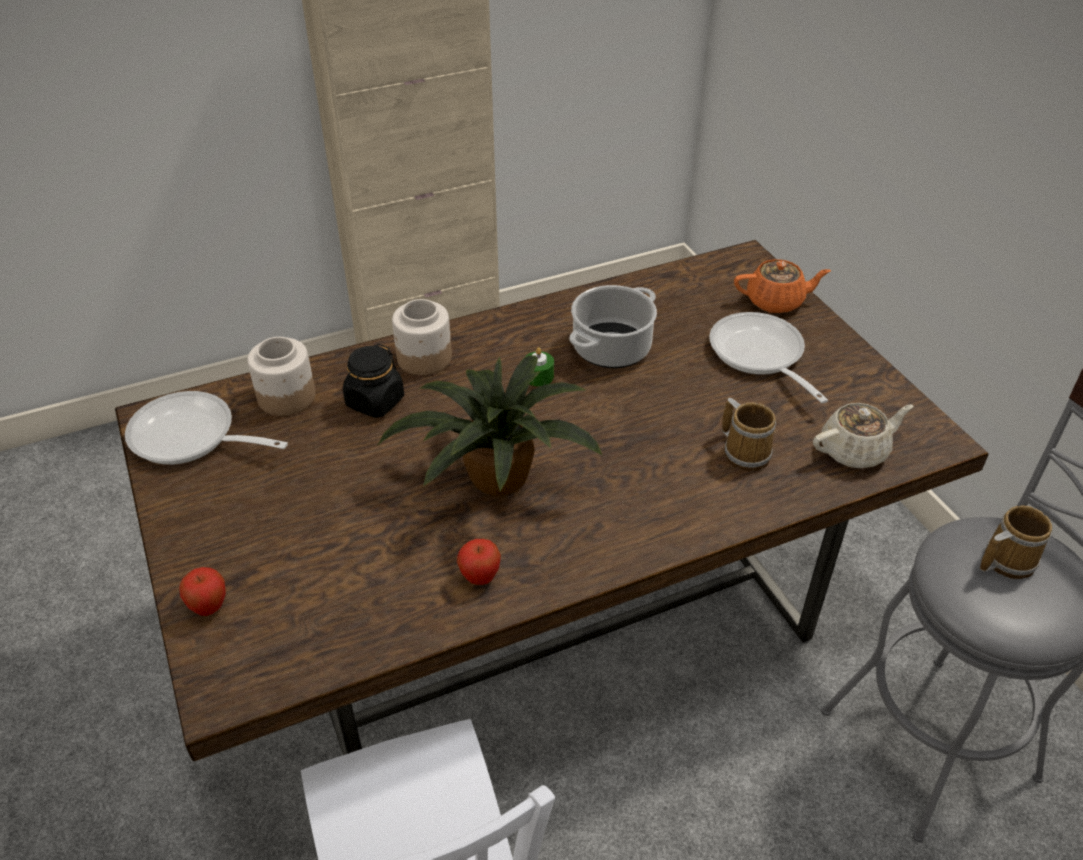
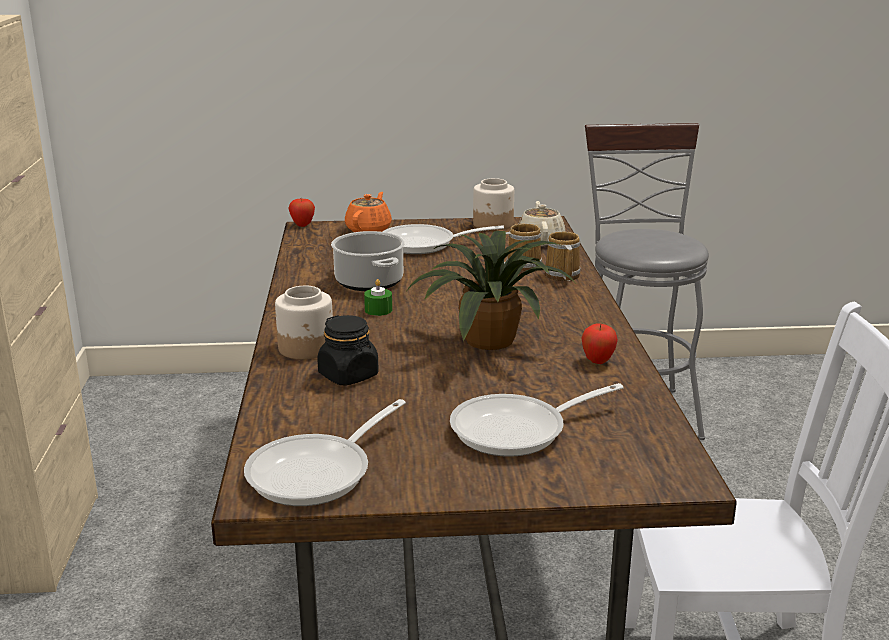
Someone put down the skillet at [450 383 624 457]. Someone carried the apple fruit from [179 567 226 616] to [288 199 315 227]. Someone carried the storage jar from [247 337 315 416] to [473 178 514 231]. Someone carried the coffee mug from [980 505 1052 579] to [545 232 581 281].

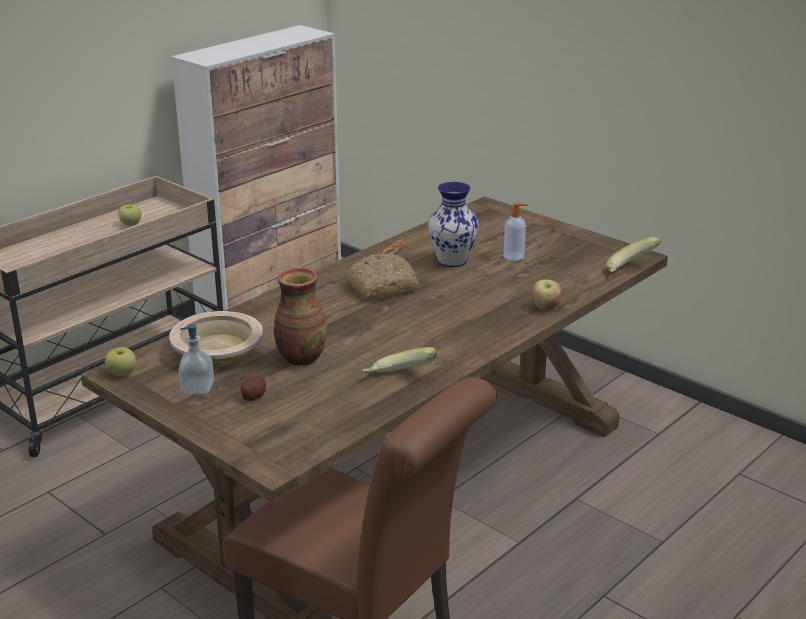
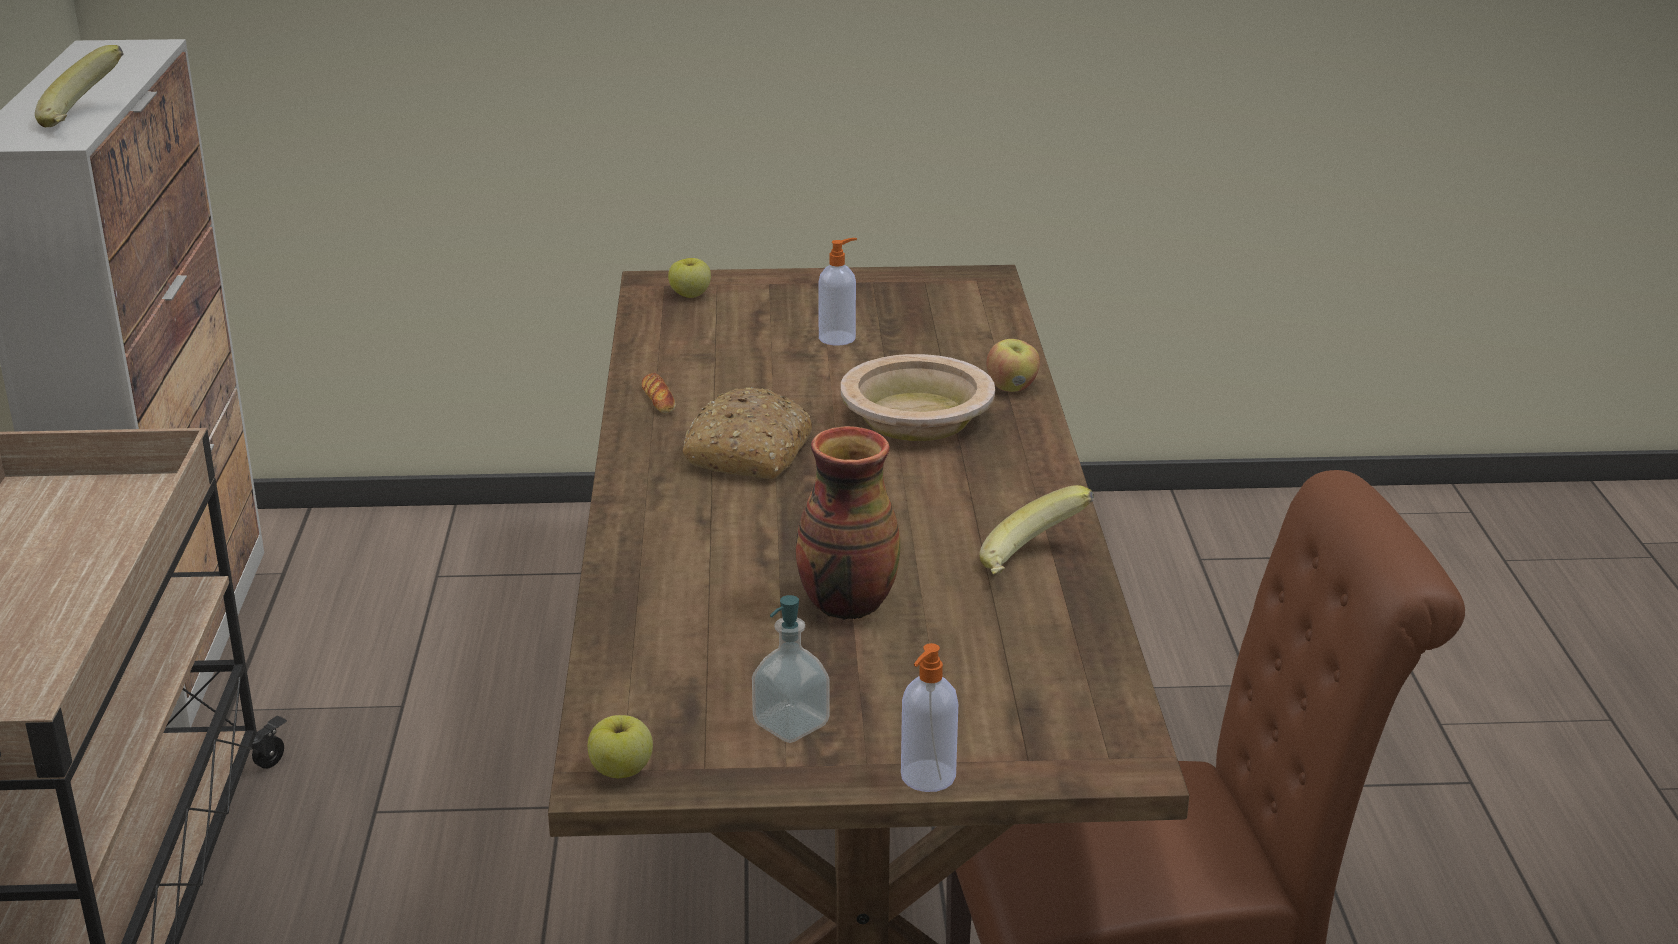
Someone took away the spud at [241 377 266 401]. Someone took away the decorative vase at [428 182 479 267]. Someone put down the soap dispenser at [901 643 958 792]. Someone carried the apple fruit from [118 205 141 226] to [668 258 711 298]. Someone carried the beige serving bowl from [169 311 263 367] to [841 354 995 441]. Someone carried the banana from [606 237 661 272] to [35 45 124 127].

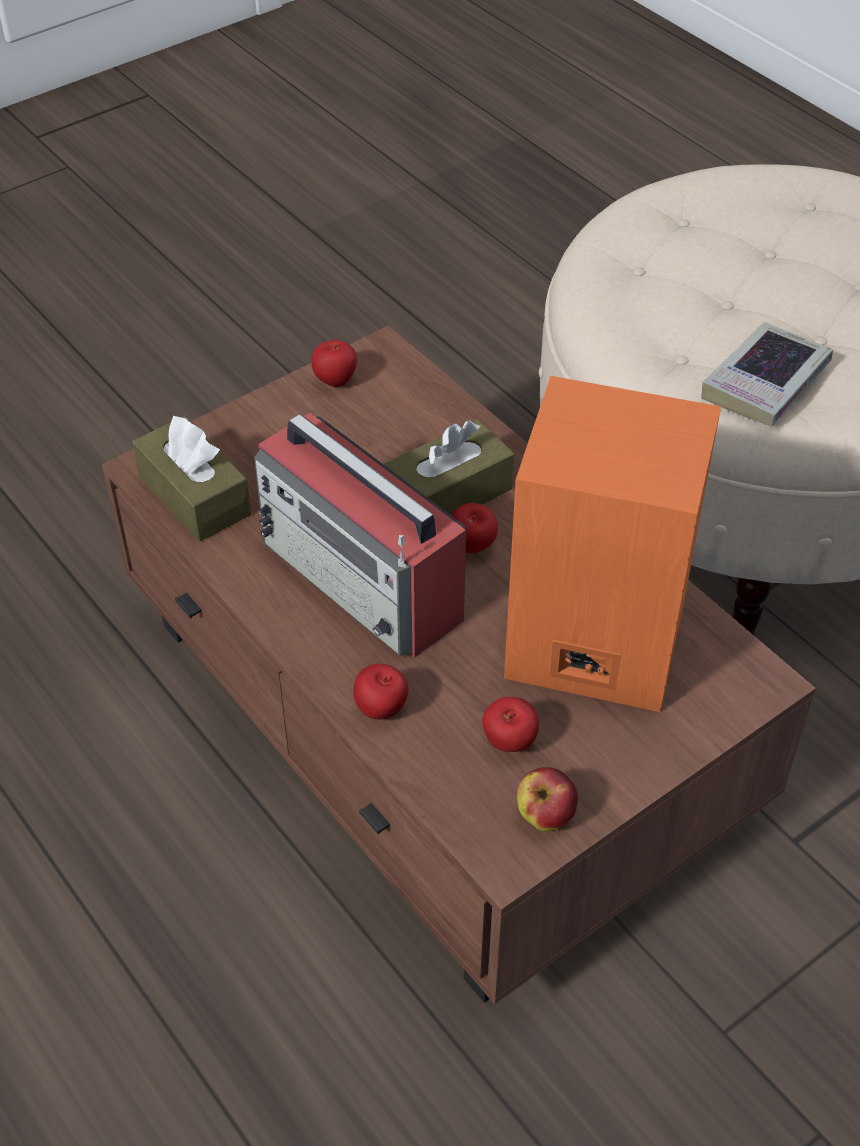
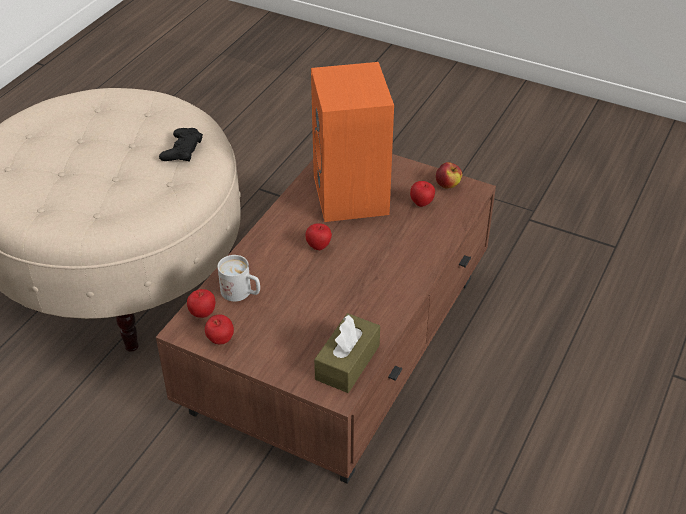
Someone took away the radio at [254 413 466 657]. Someone took away the brown box of tissues at [384 419 514 515]. Someone put down the whitish coffee mug at [218 255 260 302]. Someone carried the apple fruit from [354 664 408 720] to [187 289 215 318]. Someone swapped the volume at [701 322 833 427] for the black-coloured joypad at [159 128 203 162].

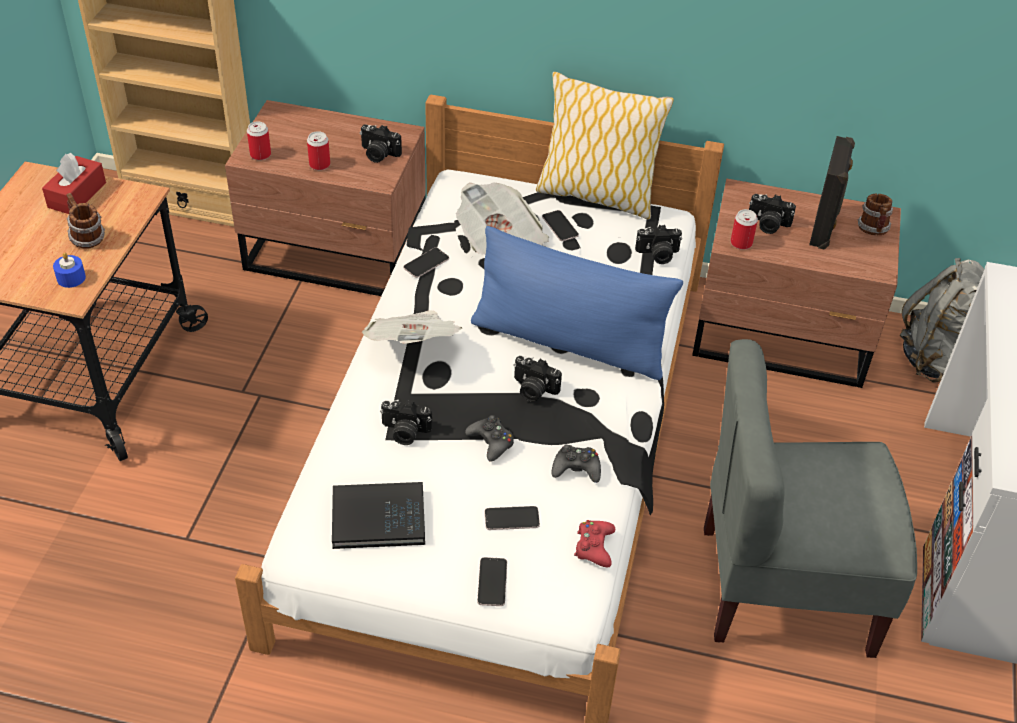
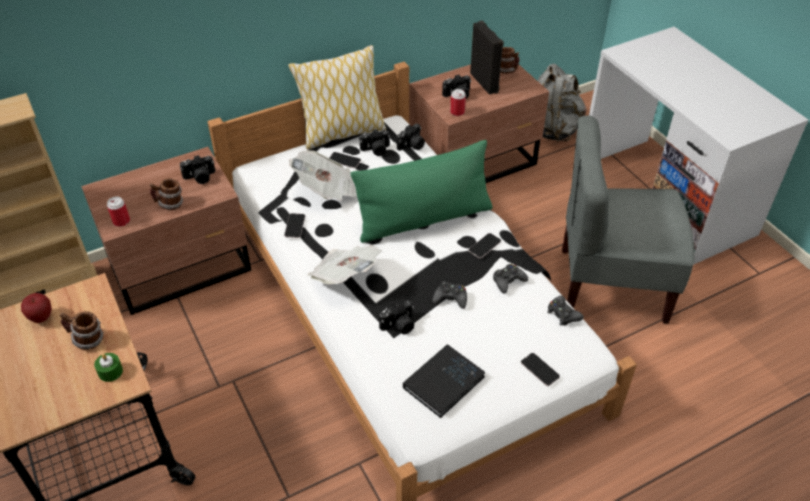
Someone carried the phone from [484 506 540 530] to [468 233 501 258]. Someone carried the photo camera from [513 356 562 402] to [359 129 390 156]. Someone swapped the reddish box of tissues at [42 153 106 214] for the apple fruit at [21 293 52 323]. Someone swapped the can at [307 131 330 170] for the coffee mug at [149 178 183 210]. Someone repainted the blue candle at [53 253 86 288], which became the green candle at [94 353 123 382]. Someone repainted the blue throw pillow at [471 226 683 380], which became the green throw pillow at [350 140 493 243]. Someone repainted the reddish joypad at [574 520 615 567], which became the black-coloured joypad at [547 296 584 326]. Someone rotated the grey upright chair at [704 339 917 658] by 45 degrees clockwise.

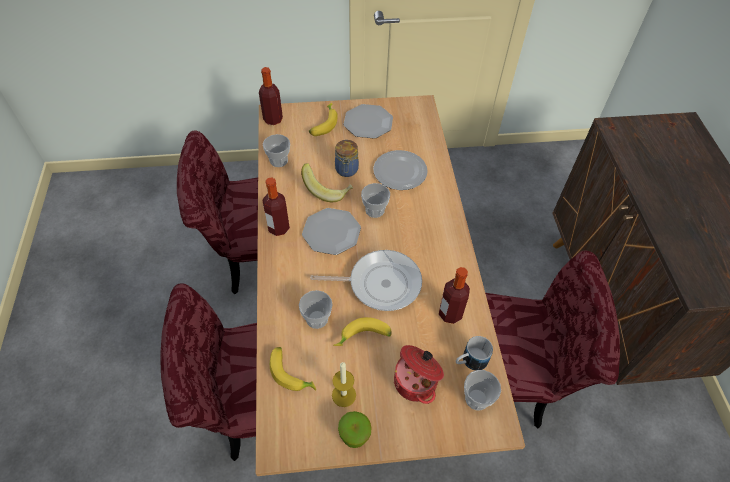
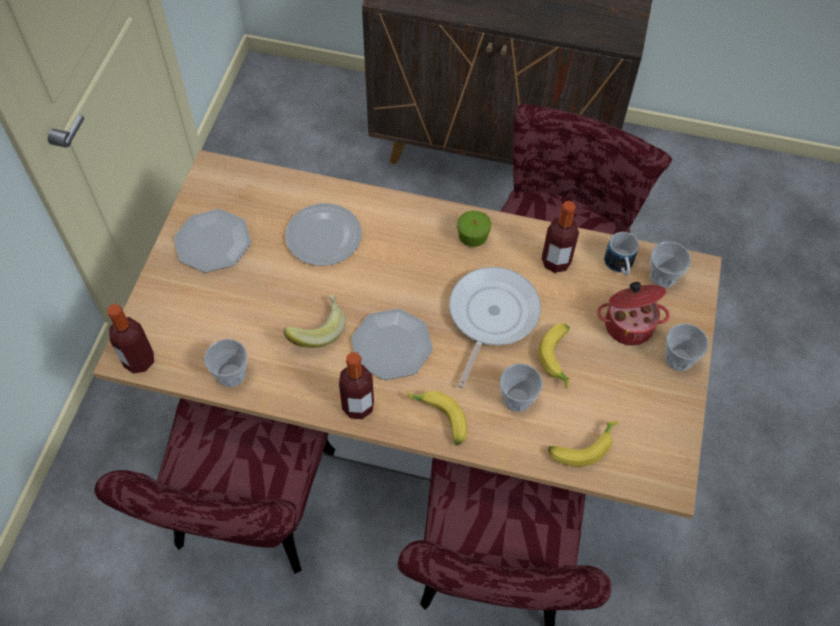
Someone took away the candle at [332 362 356 407]. Someone took away the storage jar at [335 140 359 177]. Someone carried the banana from [309 103 338 136] to [407 391 467 446]. Someone carried the apple fruit from [338 411 372 448] to [457 211 491 247]. Someone carried the small cup from [361 183 390 218] to [665 323 709 371].

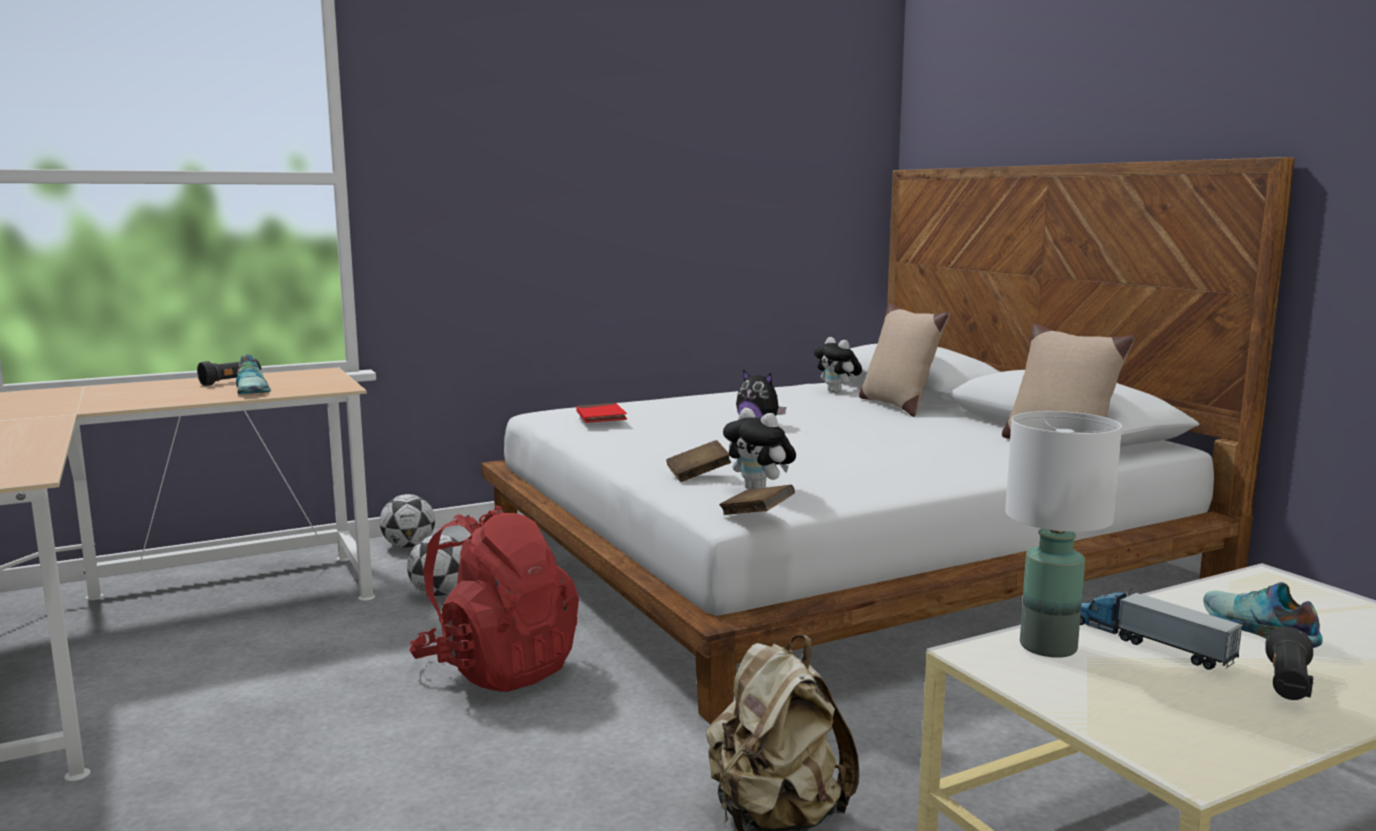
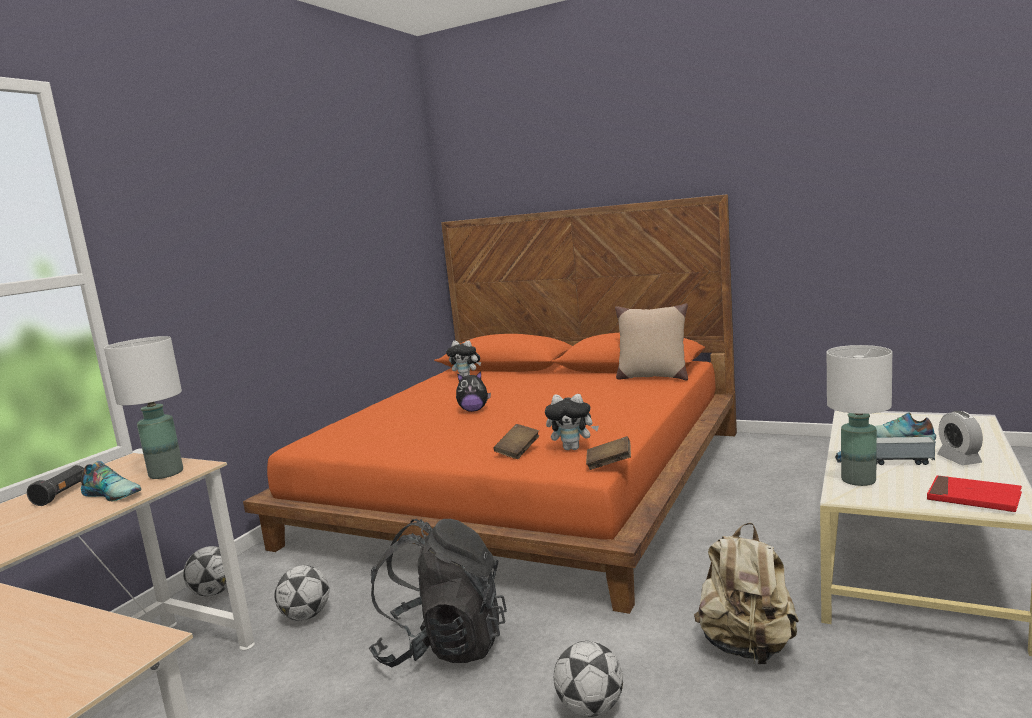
Someone took away the beige throw pillow at [859 303 950 417]. Someone put down the whitish lamp for a table at [104 336 183 479]. Someone put down the football at [554 641 623 717]. Someone carried the reddish volume from [576 403 627 423] to [927 475 1022 512]. Someone swapped the black-coloured flashlight at [1266 627 1313 700] for the table clock at [937 411 983 465]. Someone repainted the reddish knapsack at [409 505 579 692], which became the black-coloured knapsack at [369 519 507 668]. Someone repainted the whitish sleeping bed at [481 157 1295 724], which became the orange sleeping bed at [243 194 737 614].

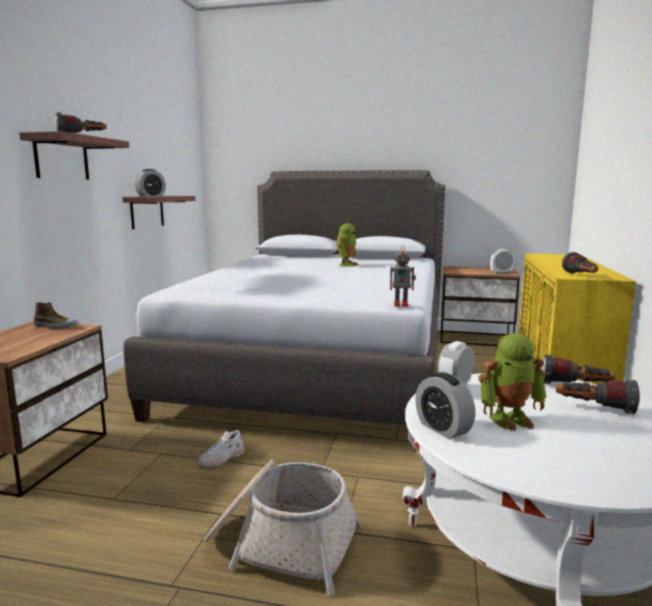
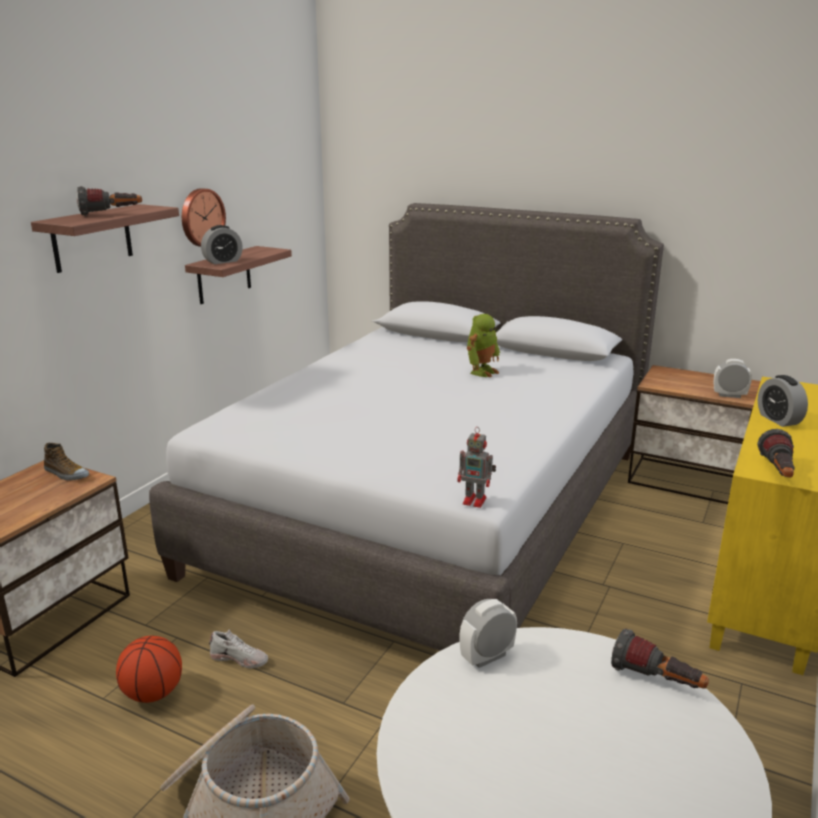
Someone took away the toy robot at [478 333 547 431]. Someone took away the flashlight at [556 380 640 414]. Someone put down the ball for basketball at [116 636 182 703]. Someone put up the clock on the wall at [182 188 226 247]. Someone carried the table clock from [415 372 475 439] to [758 375 808 427]. Someone rotated the whitish item of footwear at [198 430 244 466] by 135 degrees counterclockwise.

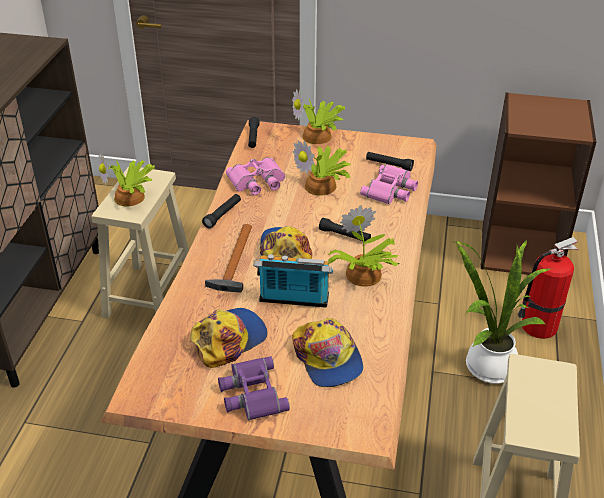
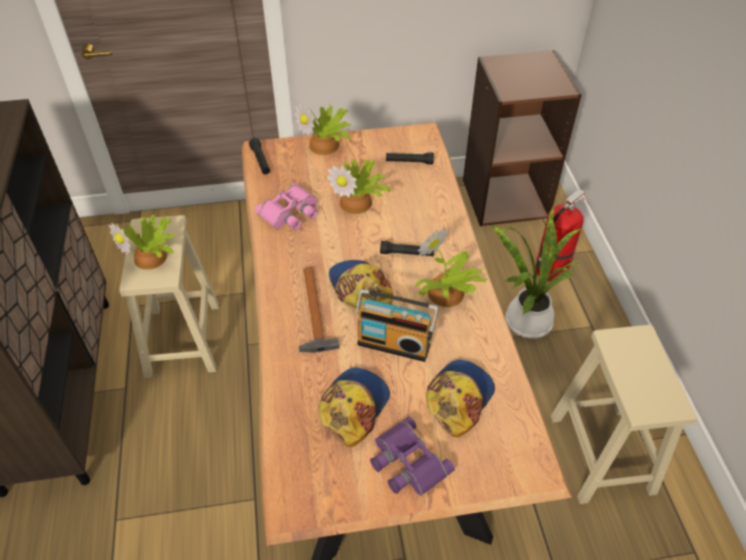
Someone took away the black-coloured flashlight at [202 194 241 229]. Someone took away the pink field glasses at [360 164 418 205]. Someone rotated the radio at [253 254 333 308] by 150 degrees counterclockwise. Someone rotated the baseball cap at [292 318 363 387] by 105 degrees counterclockwise.

